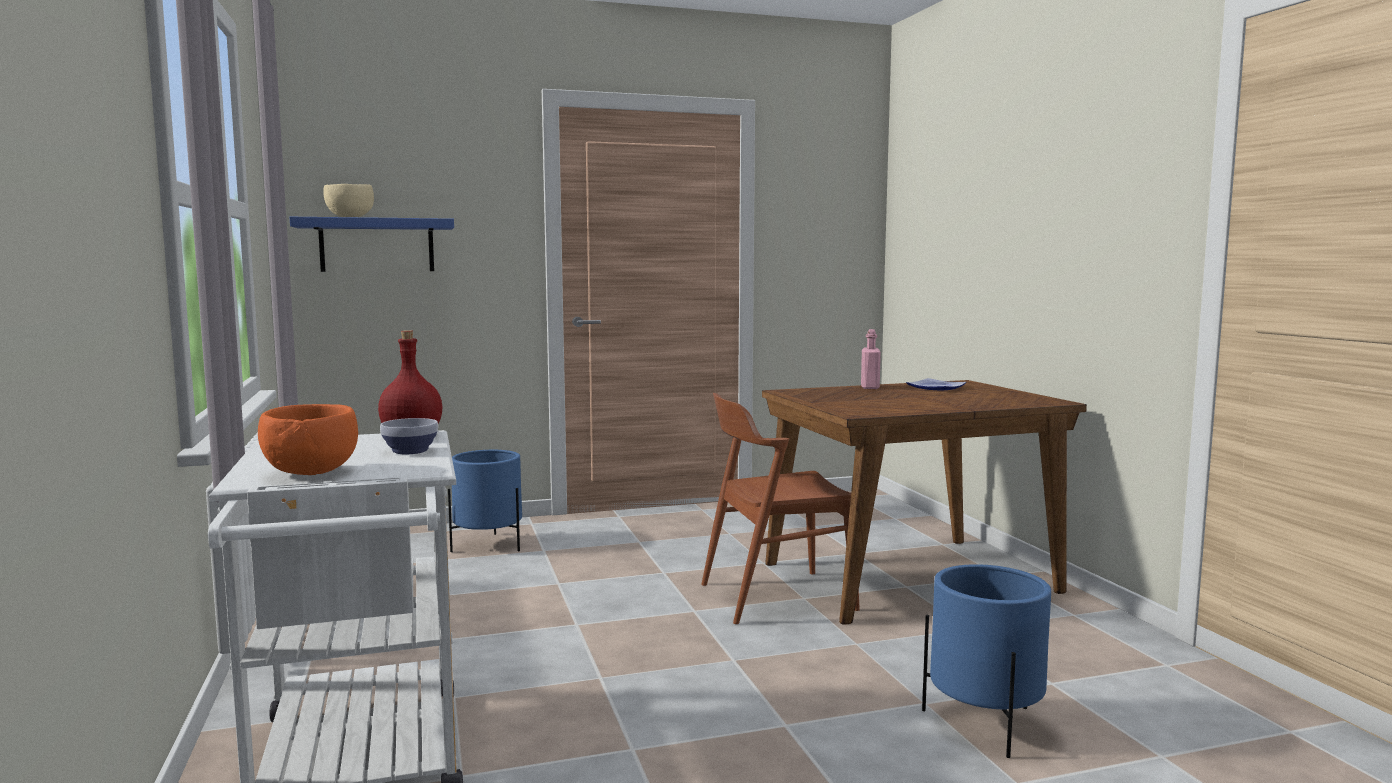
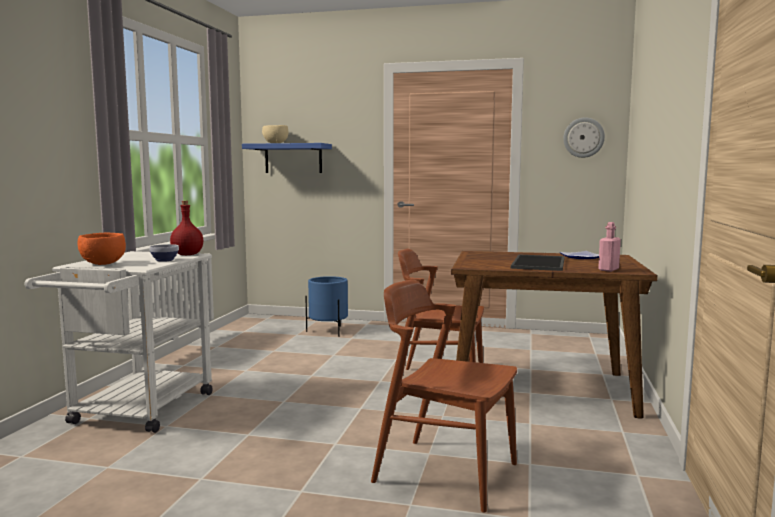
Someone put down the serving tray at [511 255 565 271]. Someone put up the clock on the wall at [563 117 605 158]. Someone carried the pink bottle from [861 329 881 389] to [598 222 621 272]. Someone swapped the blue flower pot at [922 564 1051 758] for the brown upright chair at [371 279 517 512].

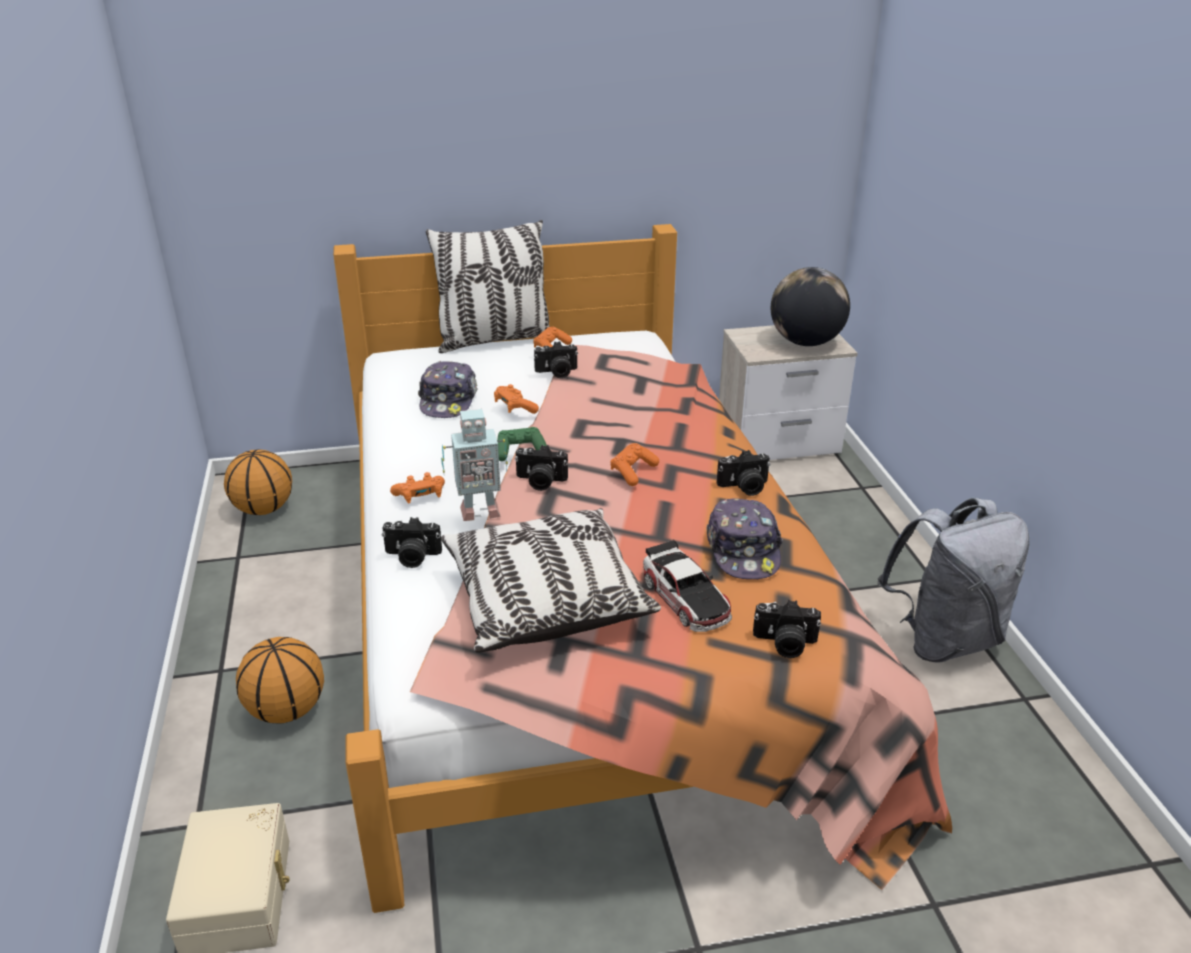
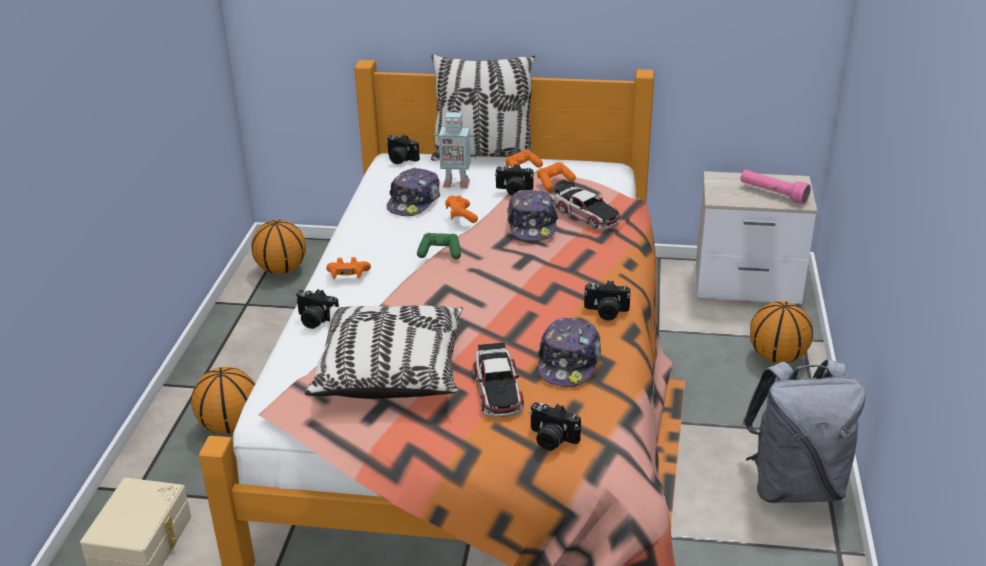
Someone put down the baseball cap at [507 190 558 241]. Someone put down the model car at [554 182 621 230]. Someone put down the ball for basketball at [750 301 813 363]. Someone carried the toy robot from [441 409 508 521] to [433 112 476 189]. Someone carried the photo camera from [514 445 568 491] to [386 135 420 164]. Someone carried the orange joypad from [610 443 659 486] to [537 163 576 191]. Someone swapped the world globe at [771 267 850 346] for the pink flashlight at [741 170 811 204].

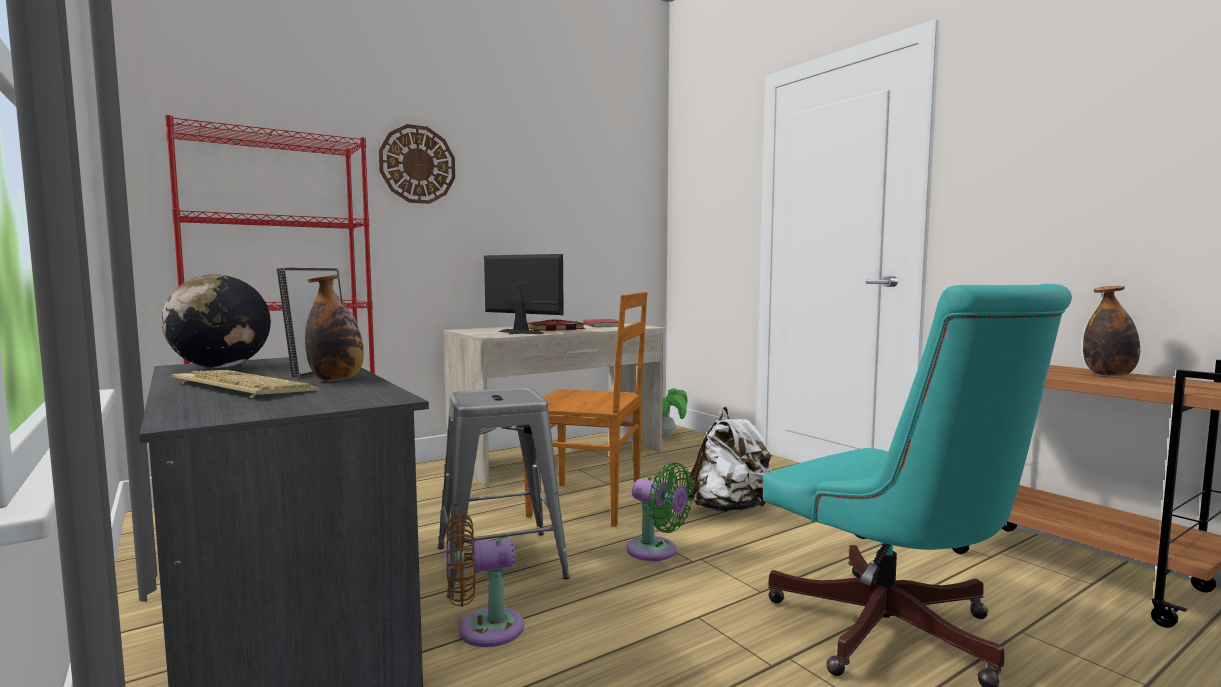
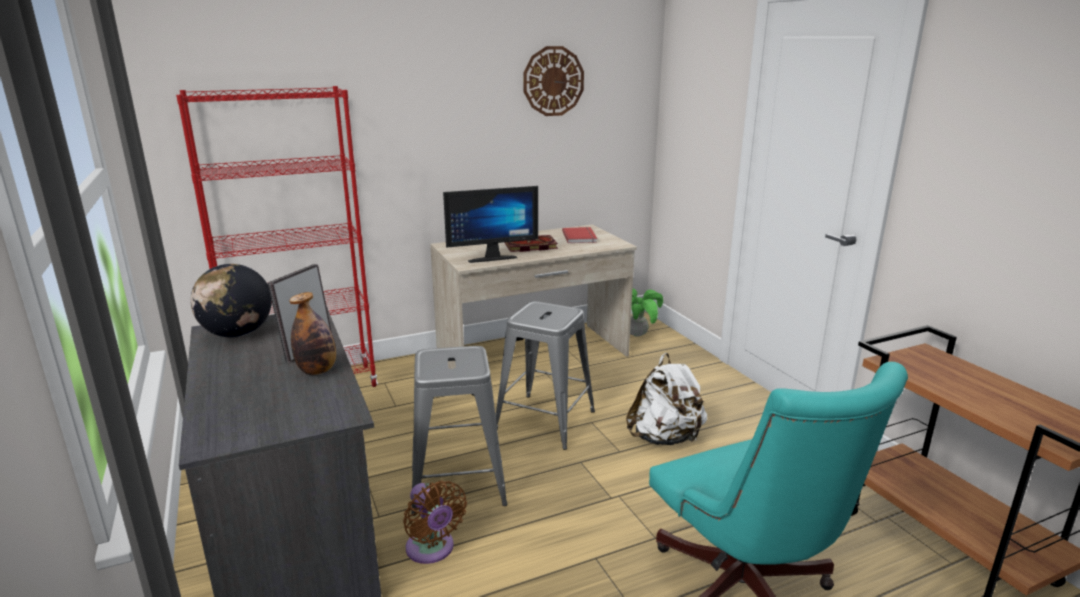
Someone took away the keyboard at [172 370 319 399]. Someone took away the green electric fan at [627 462 694 561]. Someone took away the bottle at [1083 286 1140 376]. Someone carried the clock on the wall from [379 124 455 204] to [523 46 584 116]. Someone swapped the brown upright chair at [524 292 647 527] for the grey stool seat at [495 301 595 450]. Someone rotated the brown electric fan at [446 514 524 647] by 120 degrees counterclockwise. Someone rotated the computer display at [484 254 564 334] by 120 degrees clockwise.

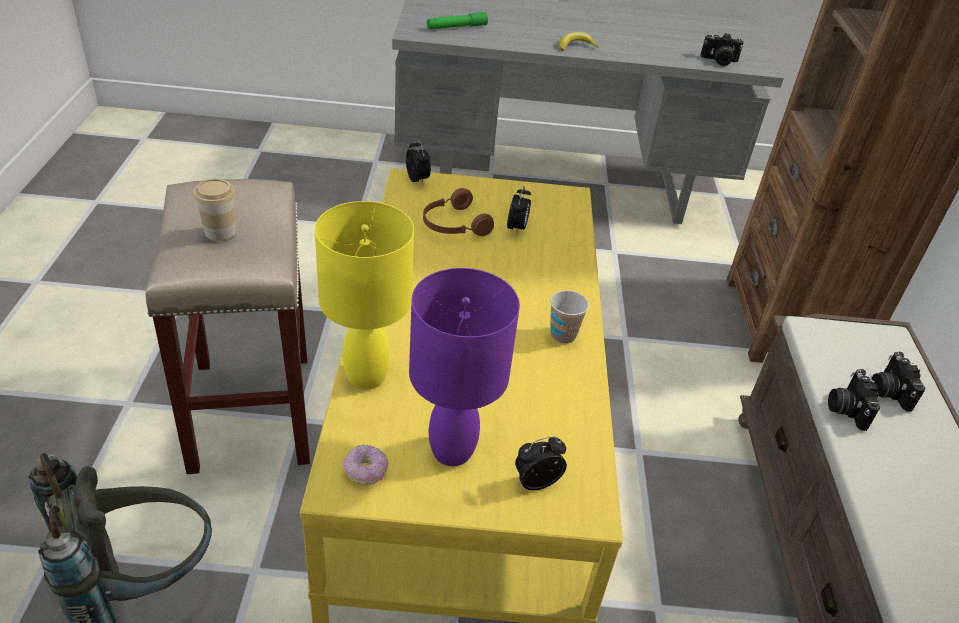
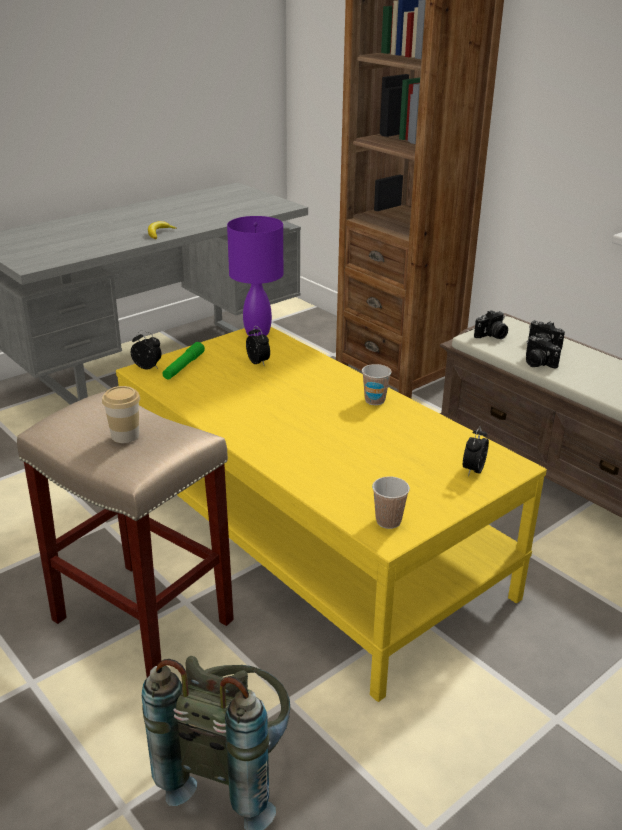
Someone took away the yellow lamp for a table at [315 201 414 390]. Someone took away the brown headphones at [423 188 494 236]. Someone carried the purple lamp for a table from [409 268 520 466] to [227 216 283 336]. Someone carried the green flashlight from [427 12 488 29] to [162 342 205 379]. Someone carried the photo camera from [701 33 743 66] to [474 310 508 339]. Someone swapped the donut at [343 444 389 485] for the small cup at [372 476 410 529].

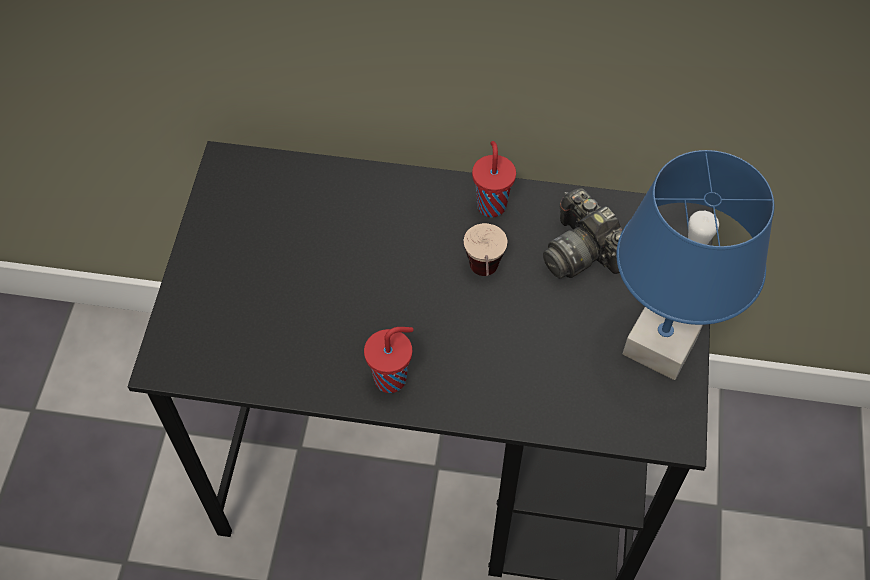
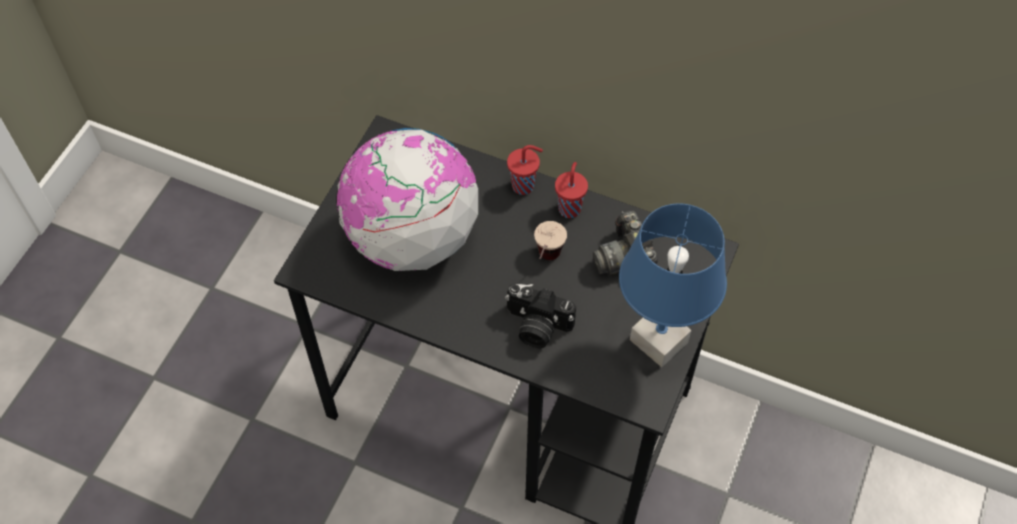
Someone put down the world globe at [336 128 478 271]. Someone put down the photo camera at [505 284 576 348]. Someone carried the reddish small cup from [364 327 414 393] to [507 145 543 195].

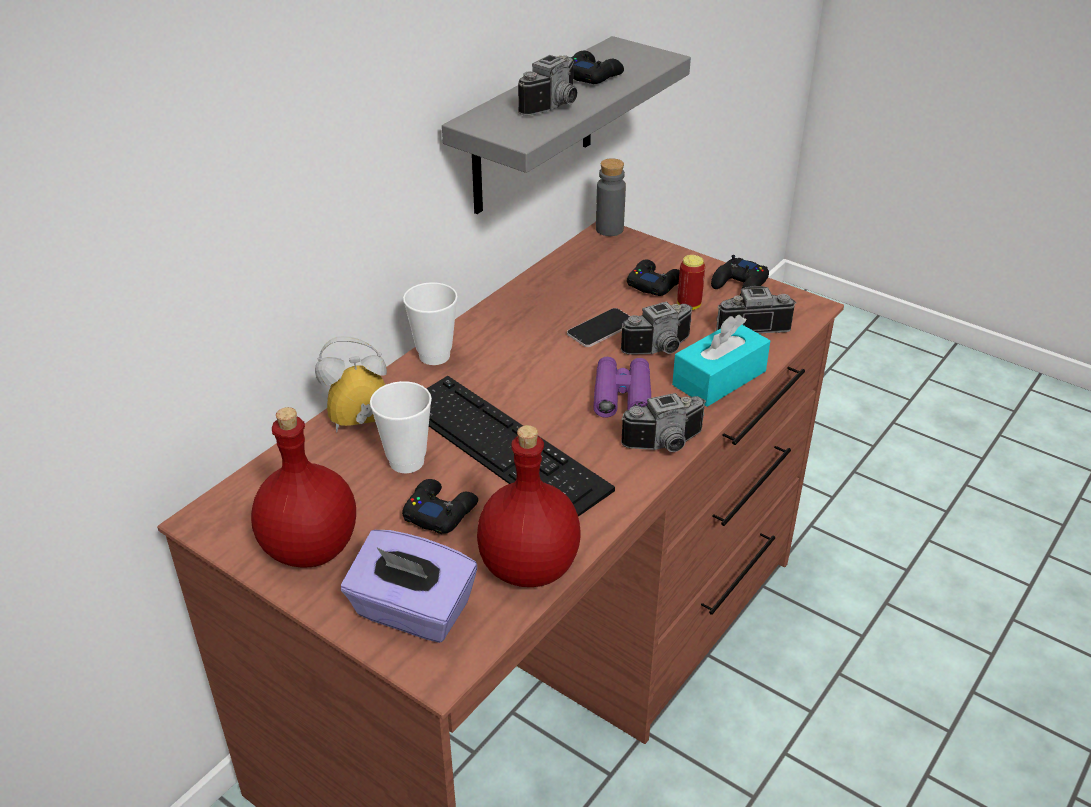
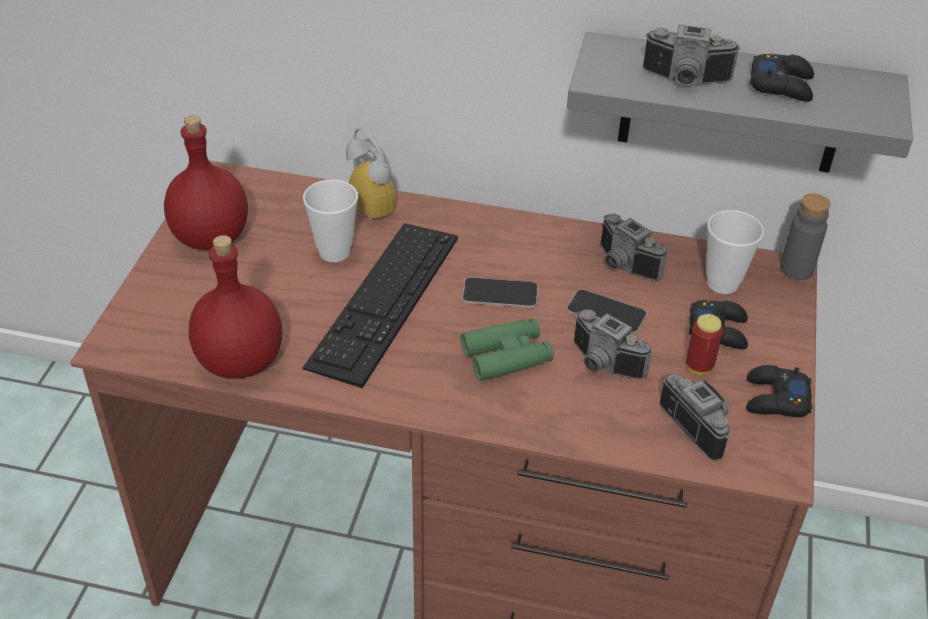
Someone took away the purple box of tissues at [341 530 477 643]. Someone took away the black-coloured joypad at [402 479 478 534]. Someone took away the turquoise box of tissues at [672 315 770 407]. Someone put down the phone at [462 277 538 308]. Someone carried the small cup from [403 282 458 365] to [706 210 764 294]. Someone carried the photo camera from [621 393 706 452] to [601 214 668 281]. Someone repainted the purple field glasses at [593 357 651 418], which became the green field glasses at [461 318 553 381].

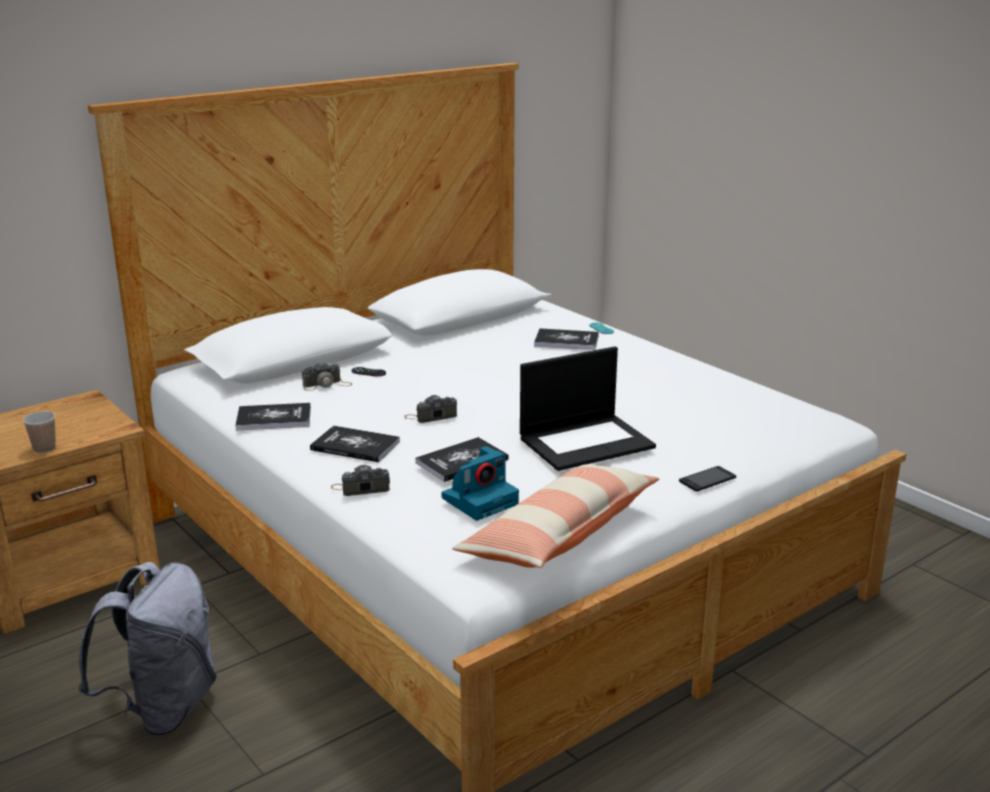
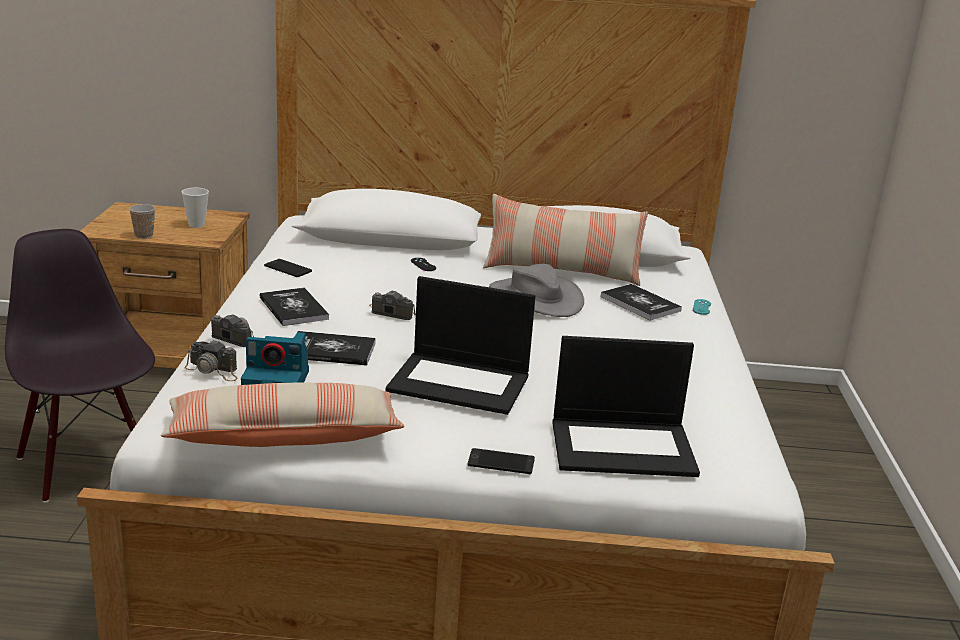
Someone put down the small cup at [182 188 209 228]. Someone put down the throw pillow at [483 194 648 286]. Someone put down the grey hat at [489 264 584 317]. Someone put down the notebook computer at [552 336 700 477]. Someone carried the photo camera from [302 361 352 391] to [184 340 238 381]. Someone swapped the grey knapsack at [78 562 217 737] for the black-coloured upright chair at [5 229 155 503]. Someone swapped the volume at [235 403 311 431] for the phone at [264 259 312 277].

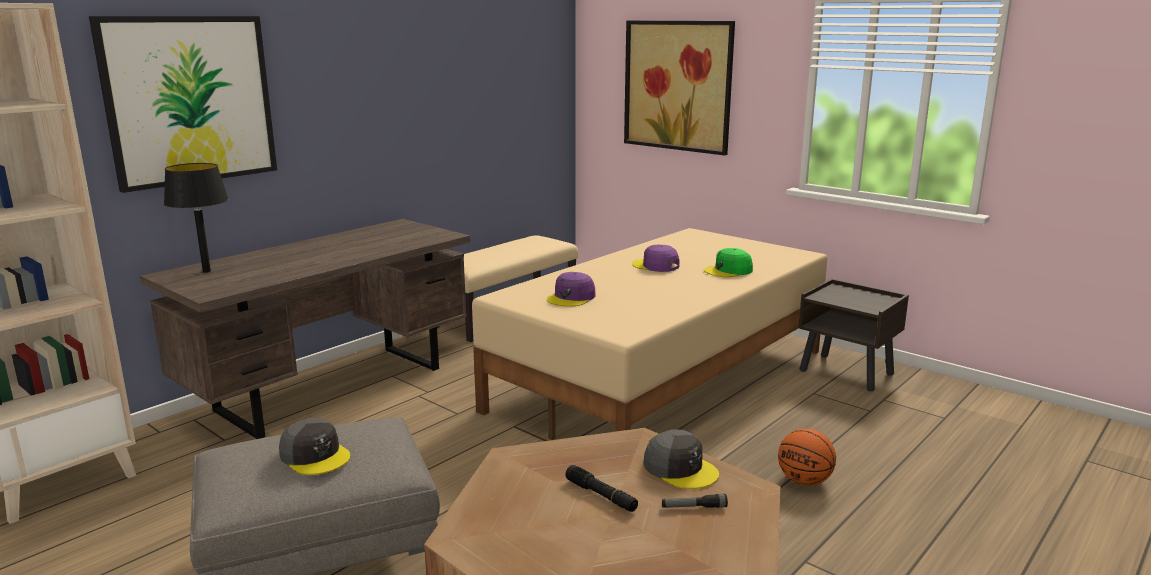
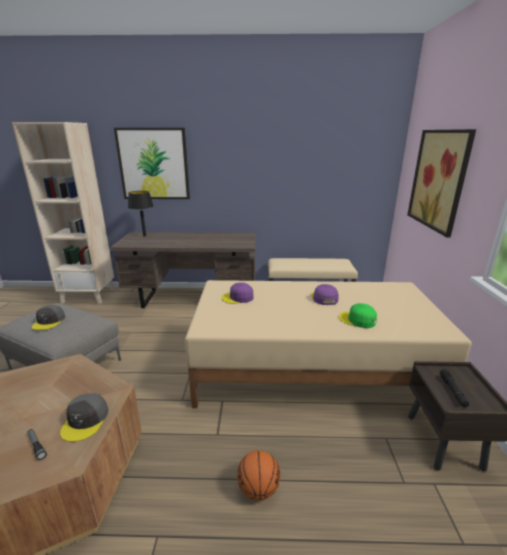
Someone carried the black-coloured flashlight from [565 465 638 512] to [440 369 469 407].

